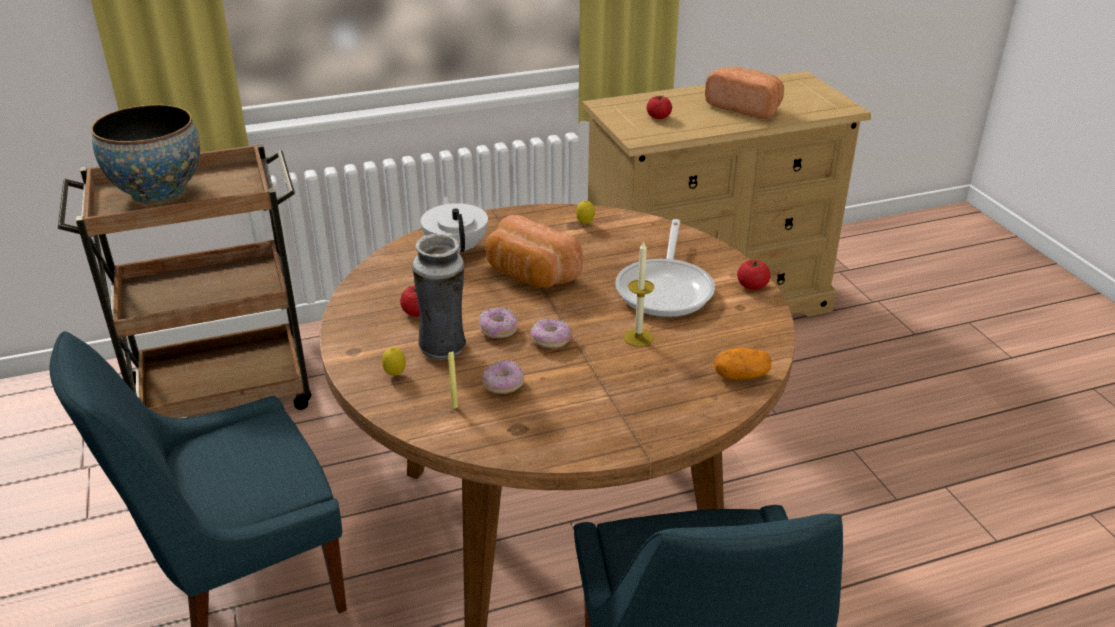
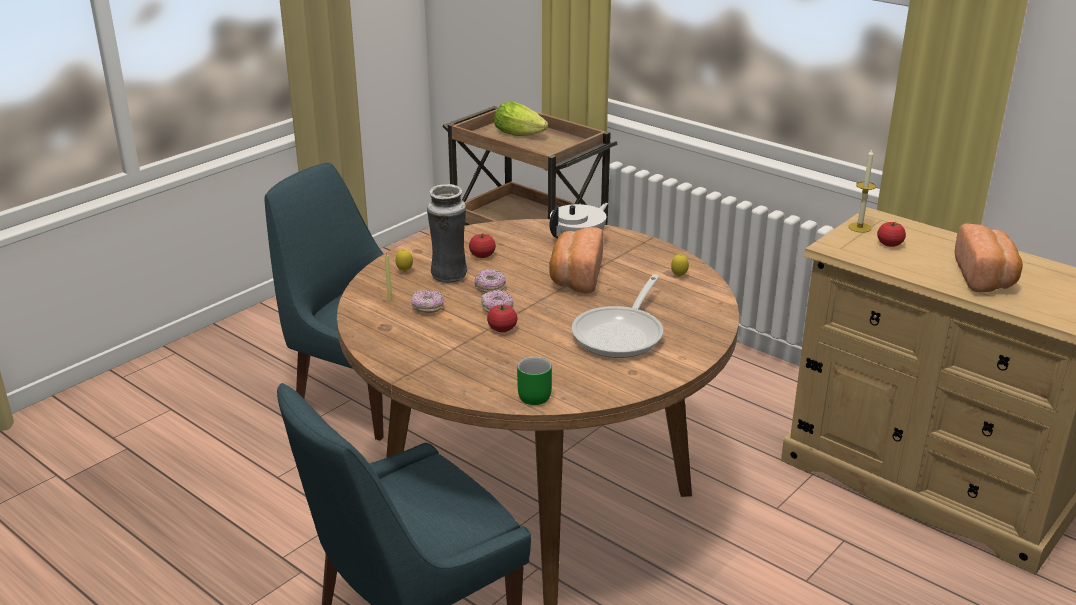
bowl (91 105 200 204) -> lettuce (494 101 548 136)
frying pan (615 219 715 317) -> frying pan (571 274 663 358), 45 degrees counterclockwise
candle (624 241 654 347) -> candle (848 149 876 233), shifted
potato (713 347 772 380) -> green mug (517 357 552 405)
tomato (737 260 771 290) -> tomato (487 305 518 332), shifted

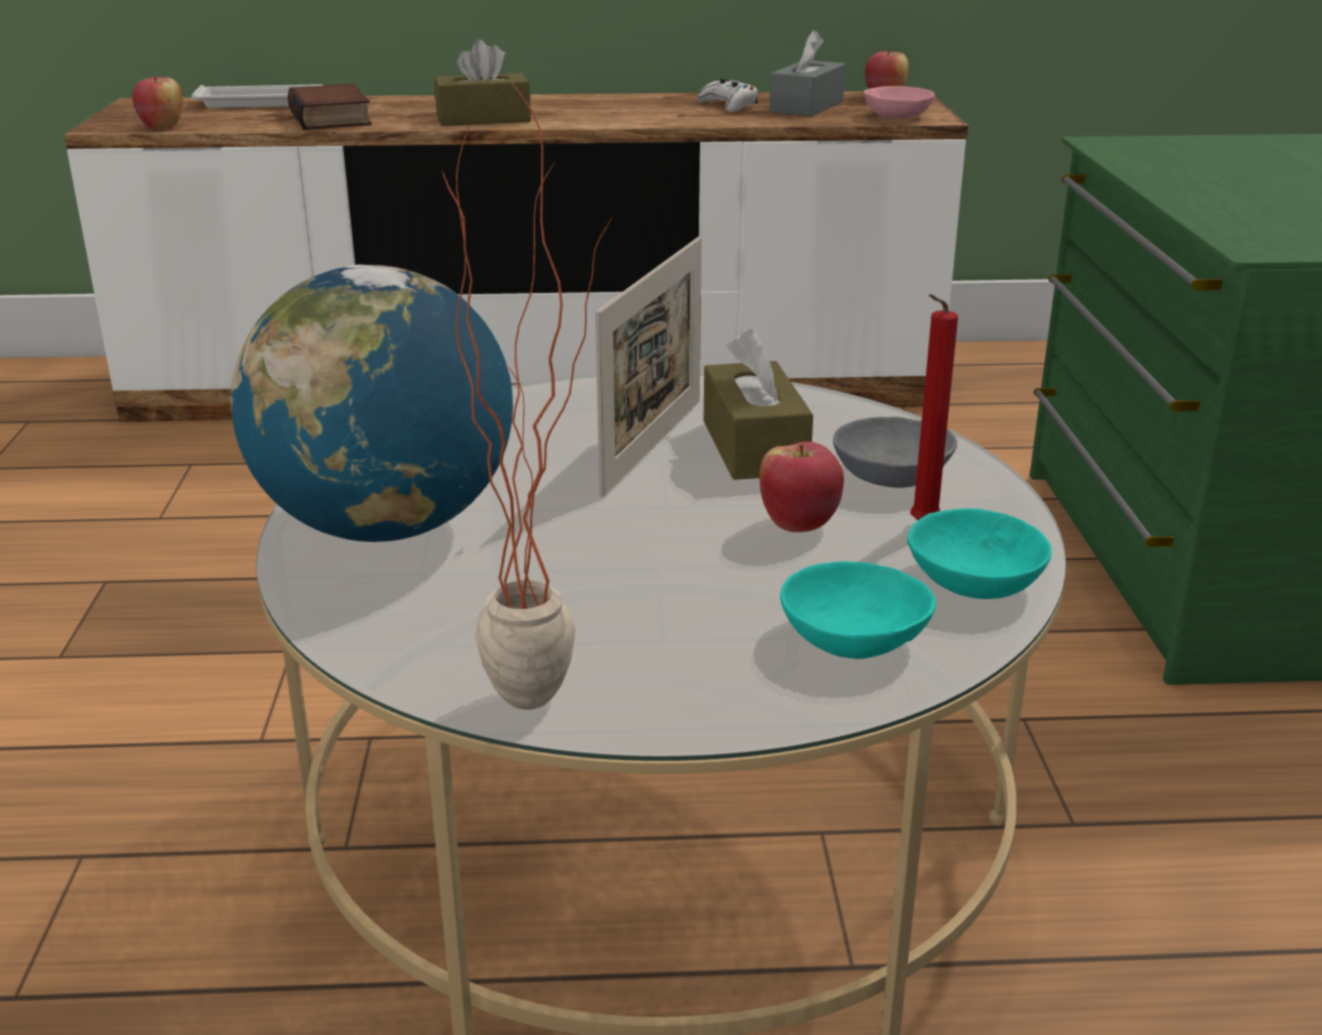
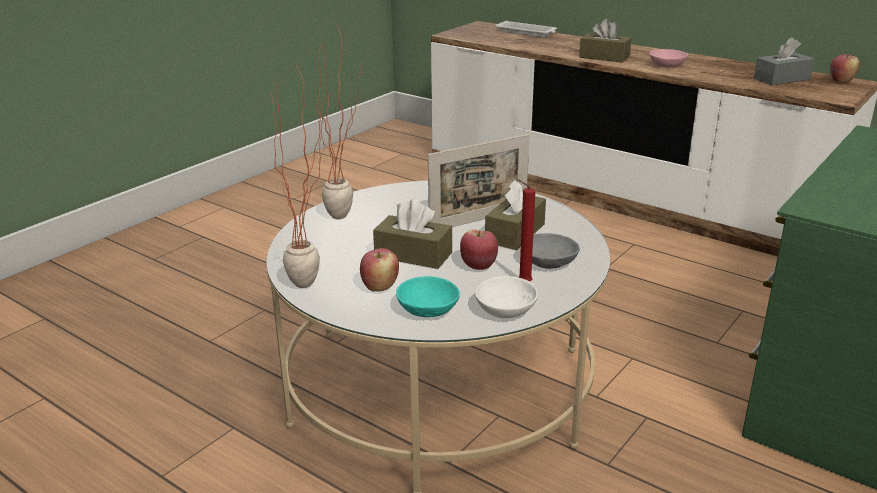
apple (132 76 183 130) -> apple (360 248 399 292), shifted
globe (231 265 513 542) -> potted plant (314 28 366 219)
book (288 84 372 130) -> none
white game controller (697 79 758 113) -> none
pink bowl (864 86 935 118) -> pink bowl (649 49 688 67), shifted
turquoise bowl (907 508 1052 599) -> white bowl (475 276 538 318)
none -> brown tissue box (373 199 452 269)

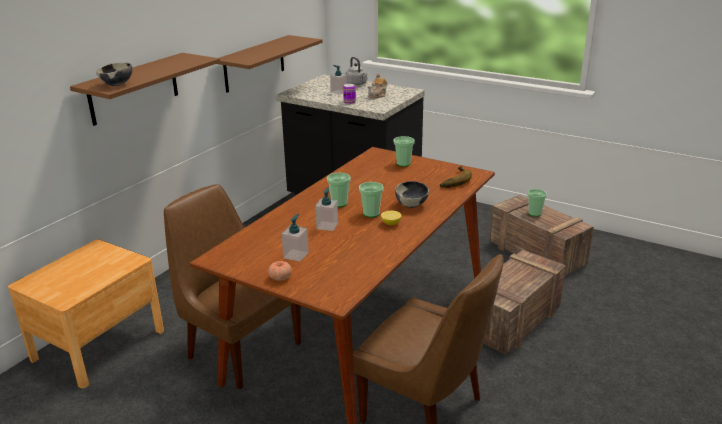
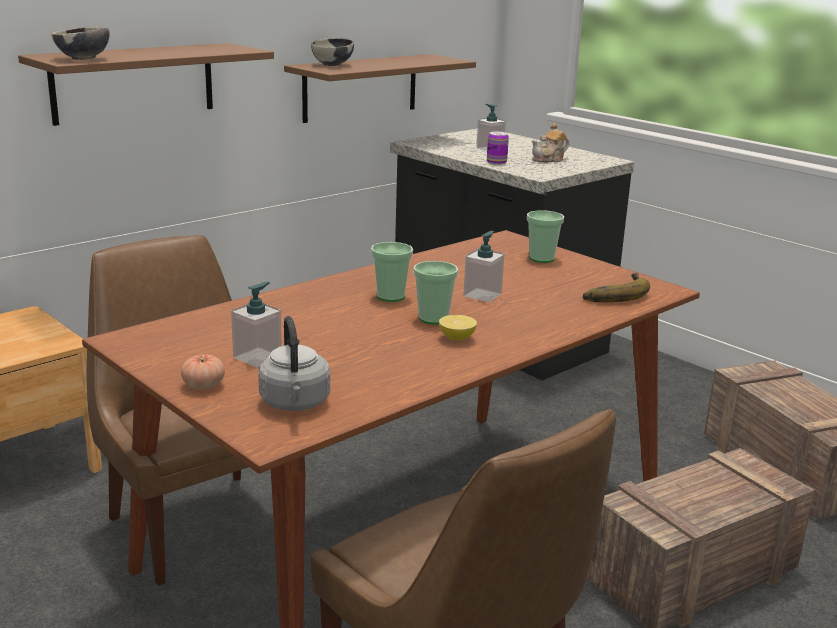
soap dispenser (315 187 338 231) -> soap dispenser (463 231 505 302), shifted
grey kettle (346 57 367 86) -> grey kettle (258 316 330 411), shifted
bowl (395 181 429 208) -> bowl (311 38 354 66), shifted
cup (527 189 547 216) -> none

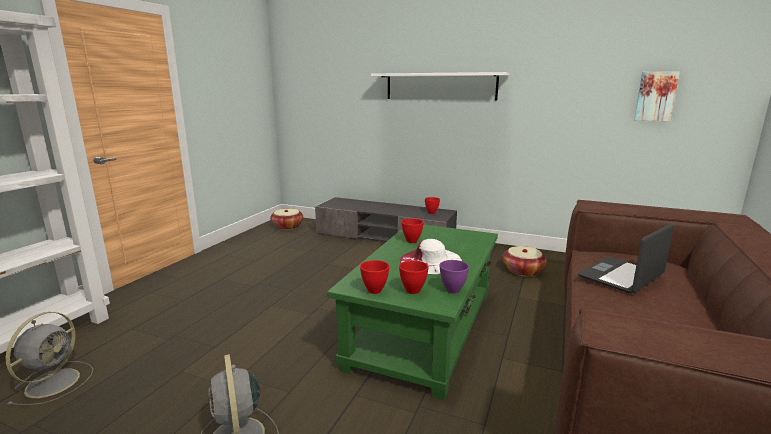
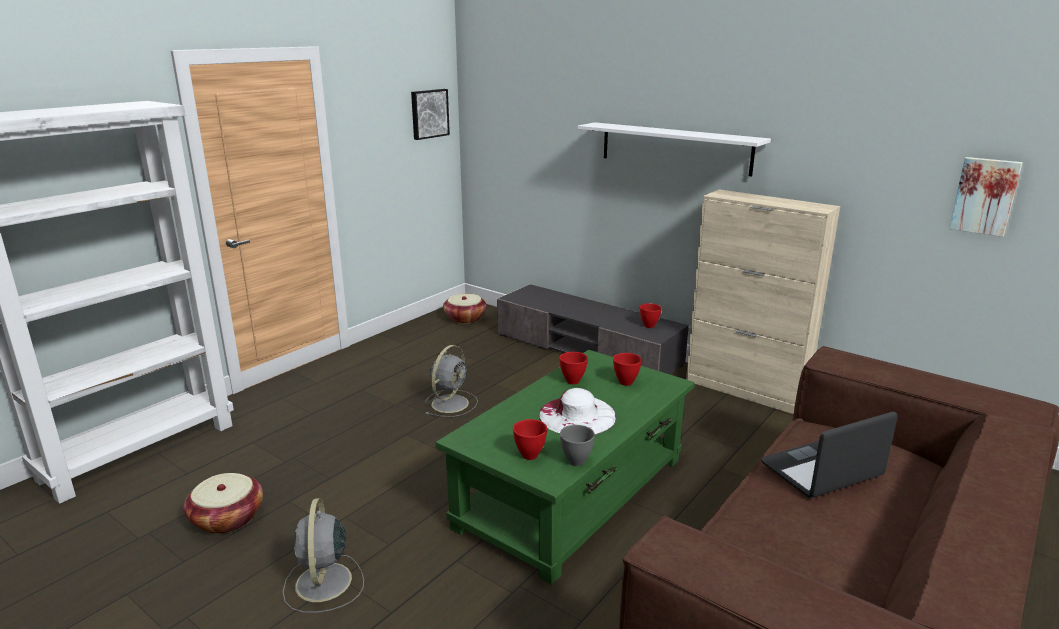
grey fan (5 312 93 405) -> grey fan (425 345 478 417), shifted
red bowl (360 260 389 294) -> red bowl (613 353 642 386), shifted
purple bowl (439 260 469 294) -> grey bowl (560 425 595 466)
basket (502 246 547 276) -> basket (184 473 263 534), shifted
none -> picture (411 89 450 140)
none -> beige cabinet (686 190 840 414)

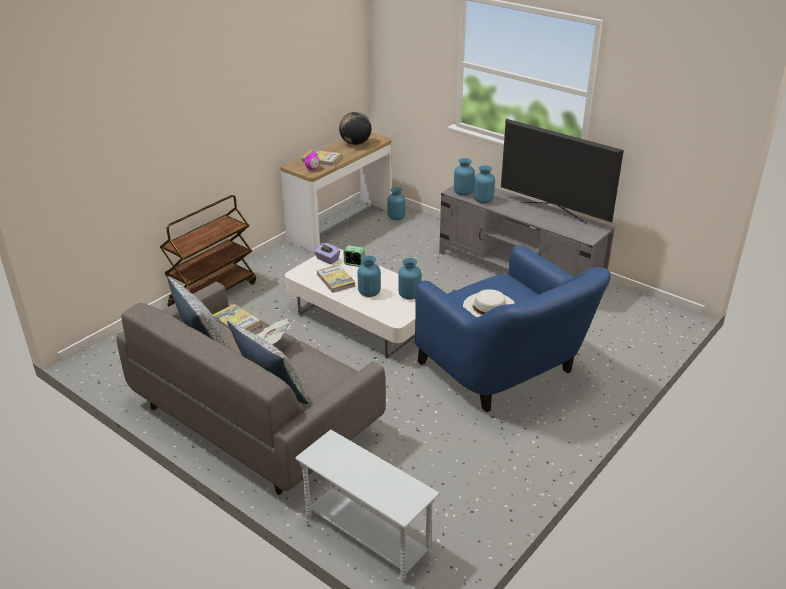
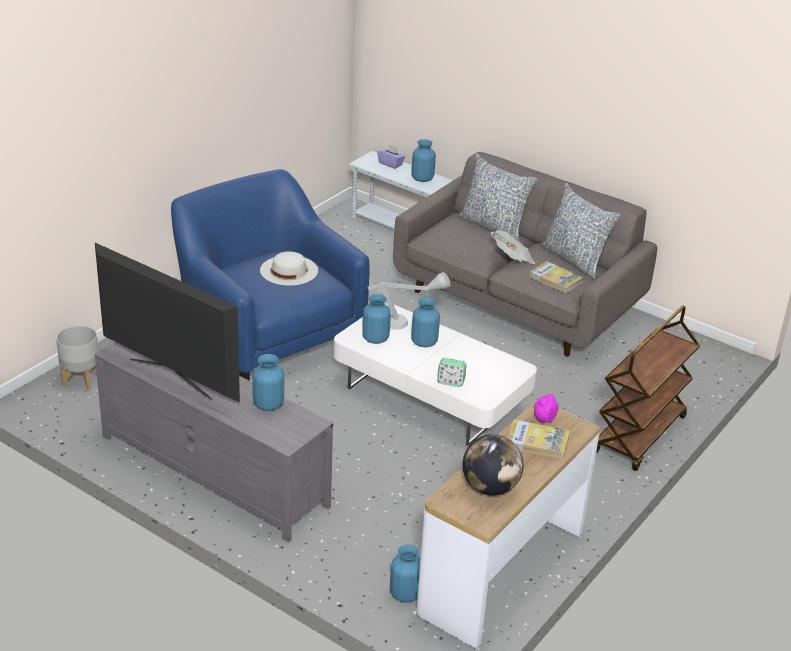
purple tissue box (314 243 340 264) -> purple tissue box (377 144 405 169), shifted
book (317 264 355 293) -> none
blue vase (454 158 475 196) -> blue vase (411 139 436 182), shifted
none -> grey planter (56 325 99 390)
none -> grey table lamp (368 272 450 330)

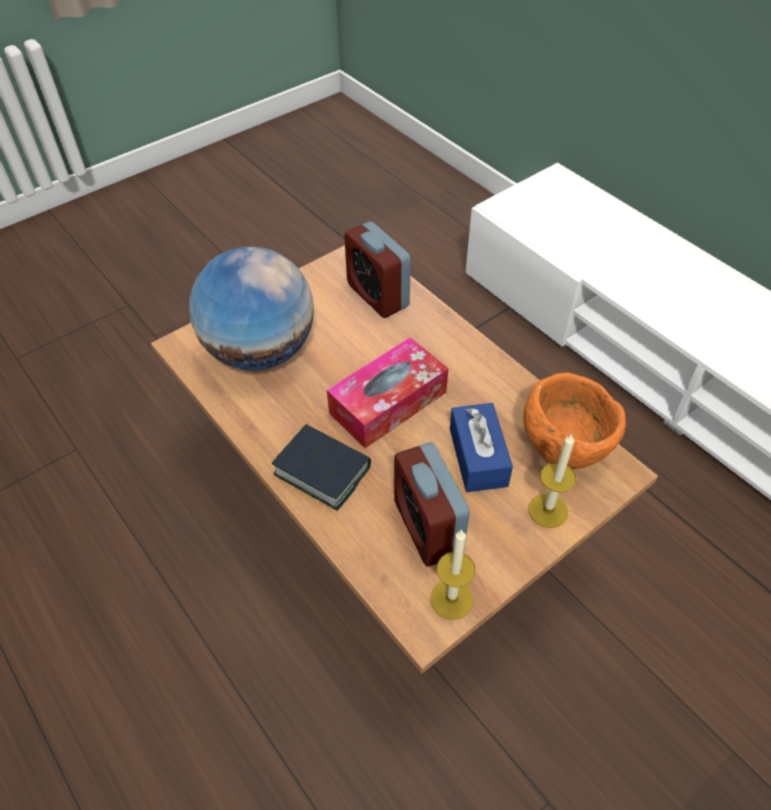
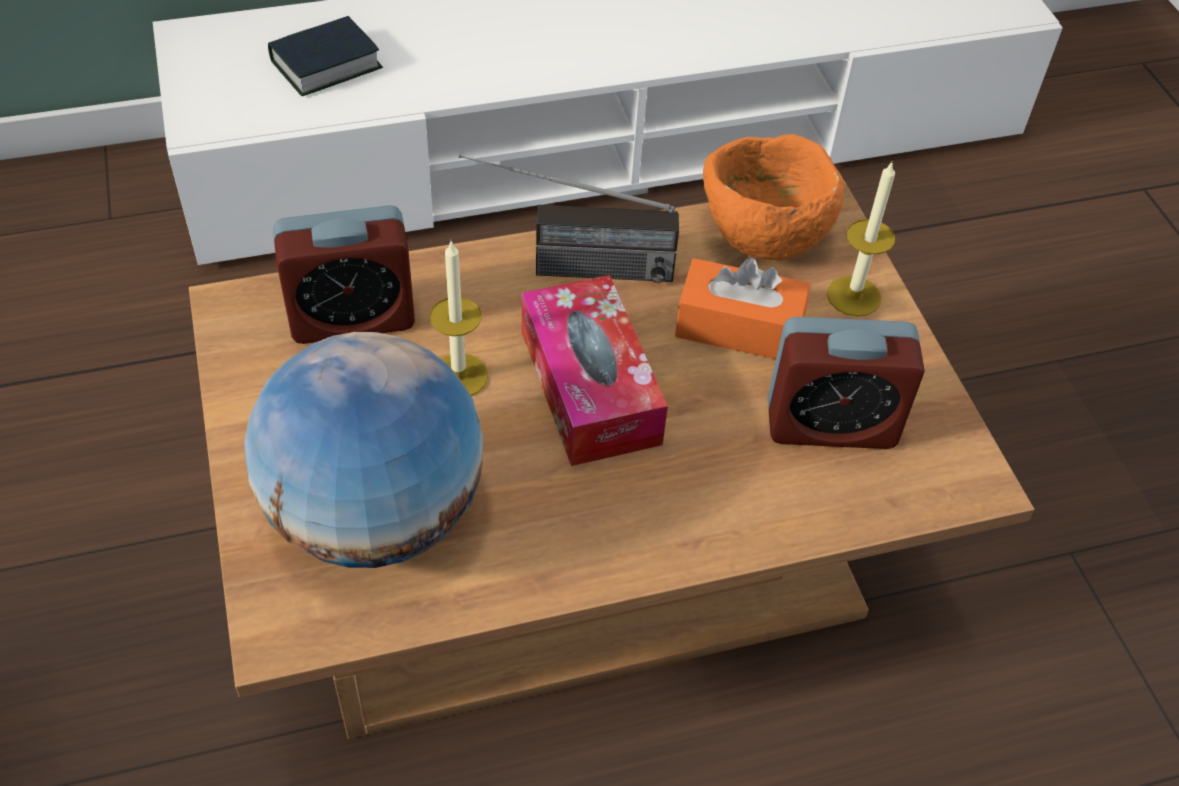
book (272 424 371 511) -> book (268 16 383 96), shifted
candle (430 529 476 620) -> candle (429 241 488 396), shifted
blue tissue box (450 403 513 492) -> orange tissue box (675 258 810 359)
none -> radio (459 154 679 283)

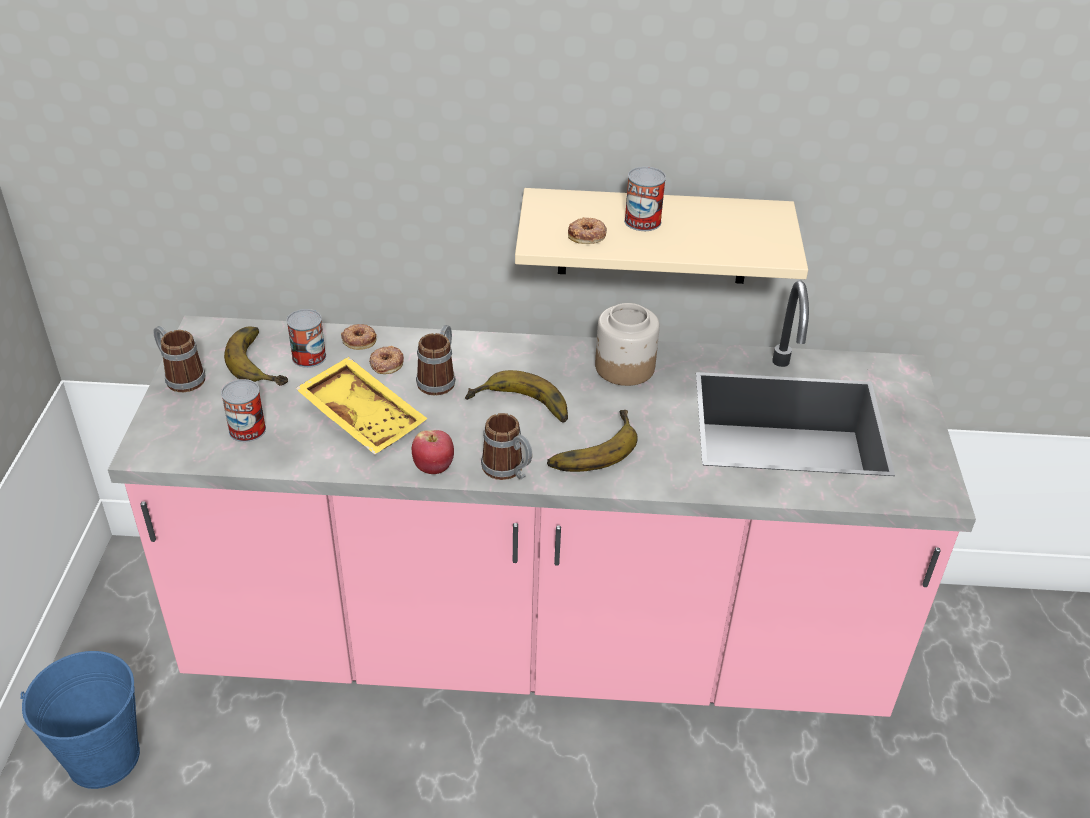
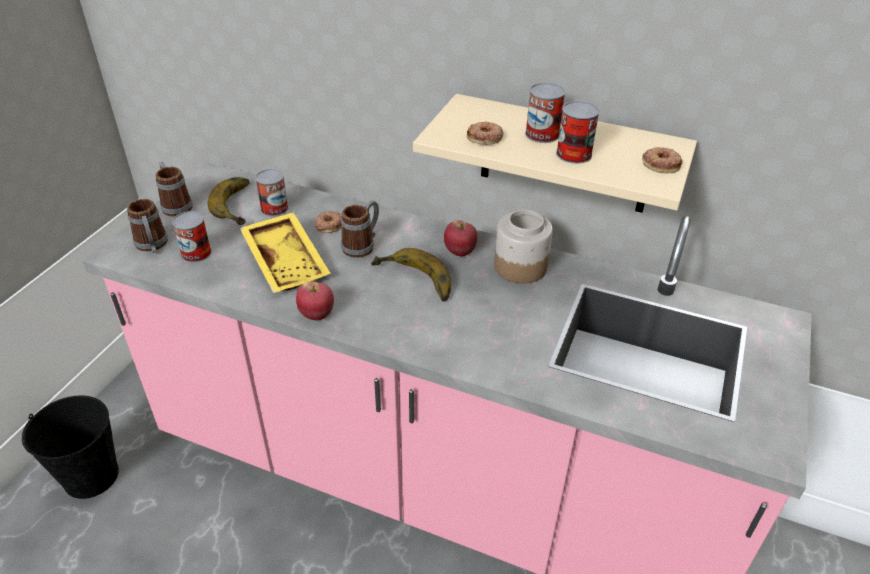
blue bucket (20 651 140 789) -> black bucket (22 395 119 499)
donut (341 324 377 350) -> donut (642 147 683 173), shifted
mug (481 413 532 480) -> mug (127 199 168 253), shifted
banana (547 410 638 472) -> none
none -> apple (444 220 478 256)
none -> can (556 101 600 164)

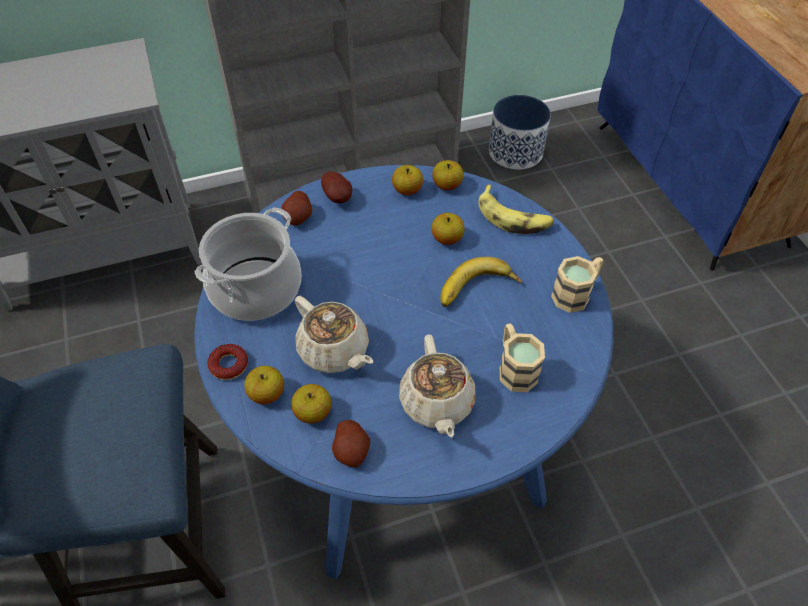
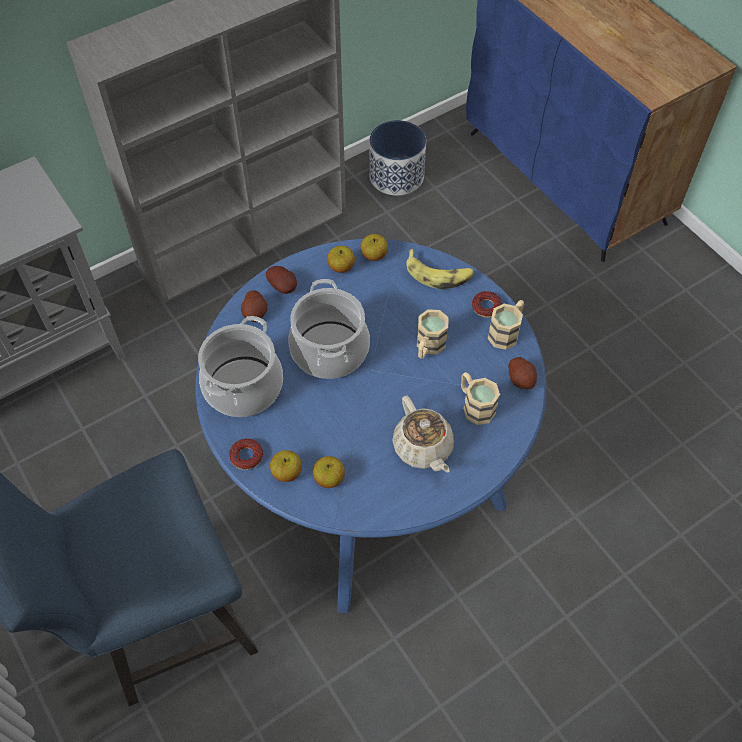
beige teapot (295 296 373 373) -> none
potato (332 420 370 468) -> potato (508 357 537 389), shifted
apple (431 213 465 245) -> none
banana (441 257 522 307) -> beige mug (417 309 449 359)
none -> cooking pot (288 279 370 379)
none -> donut (472 291 502 318)

